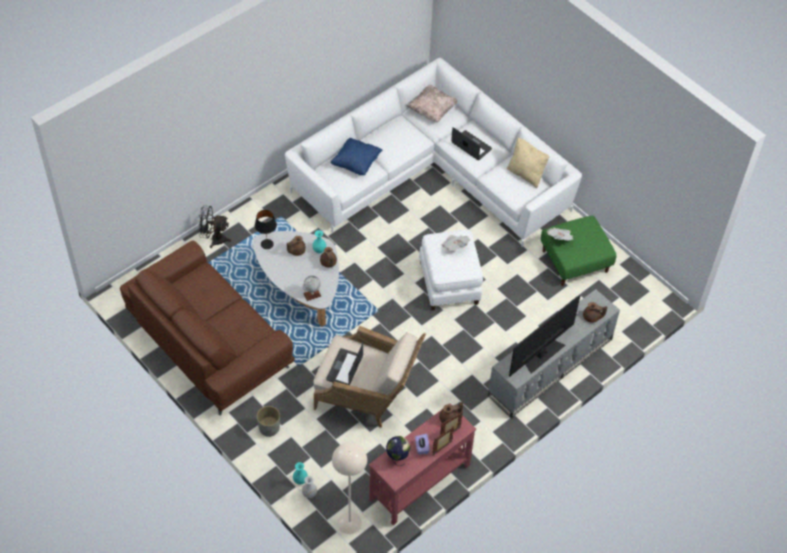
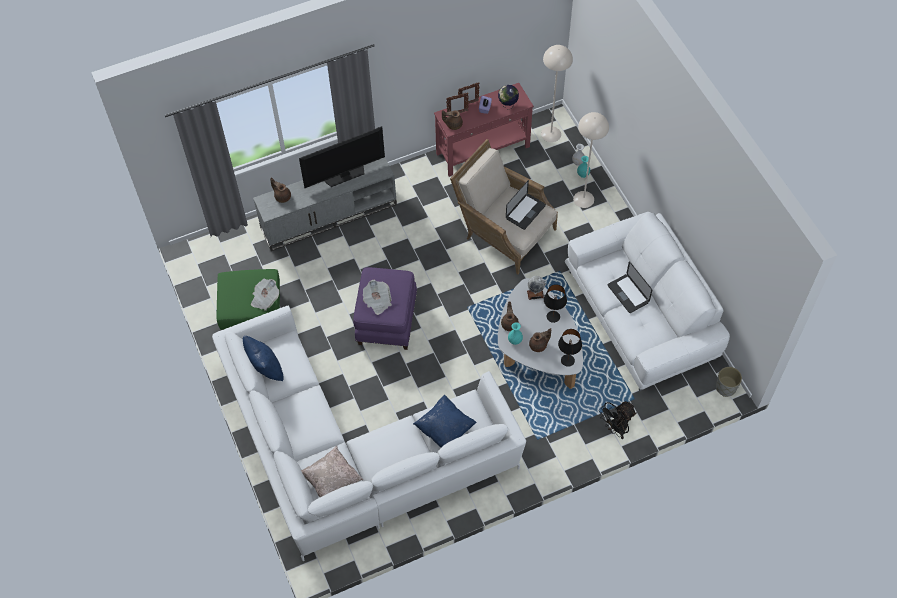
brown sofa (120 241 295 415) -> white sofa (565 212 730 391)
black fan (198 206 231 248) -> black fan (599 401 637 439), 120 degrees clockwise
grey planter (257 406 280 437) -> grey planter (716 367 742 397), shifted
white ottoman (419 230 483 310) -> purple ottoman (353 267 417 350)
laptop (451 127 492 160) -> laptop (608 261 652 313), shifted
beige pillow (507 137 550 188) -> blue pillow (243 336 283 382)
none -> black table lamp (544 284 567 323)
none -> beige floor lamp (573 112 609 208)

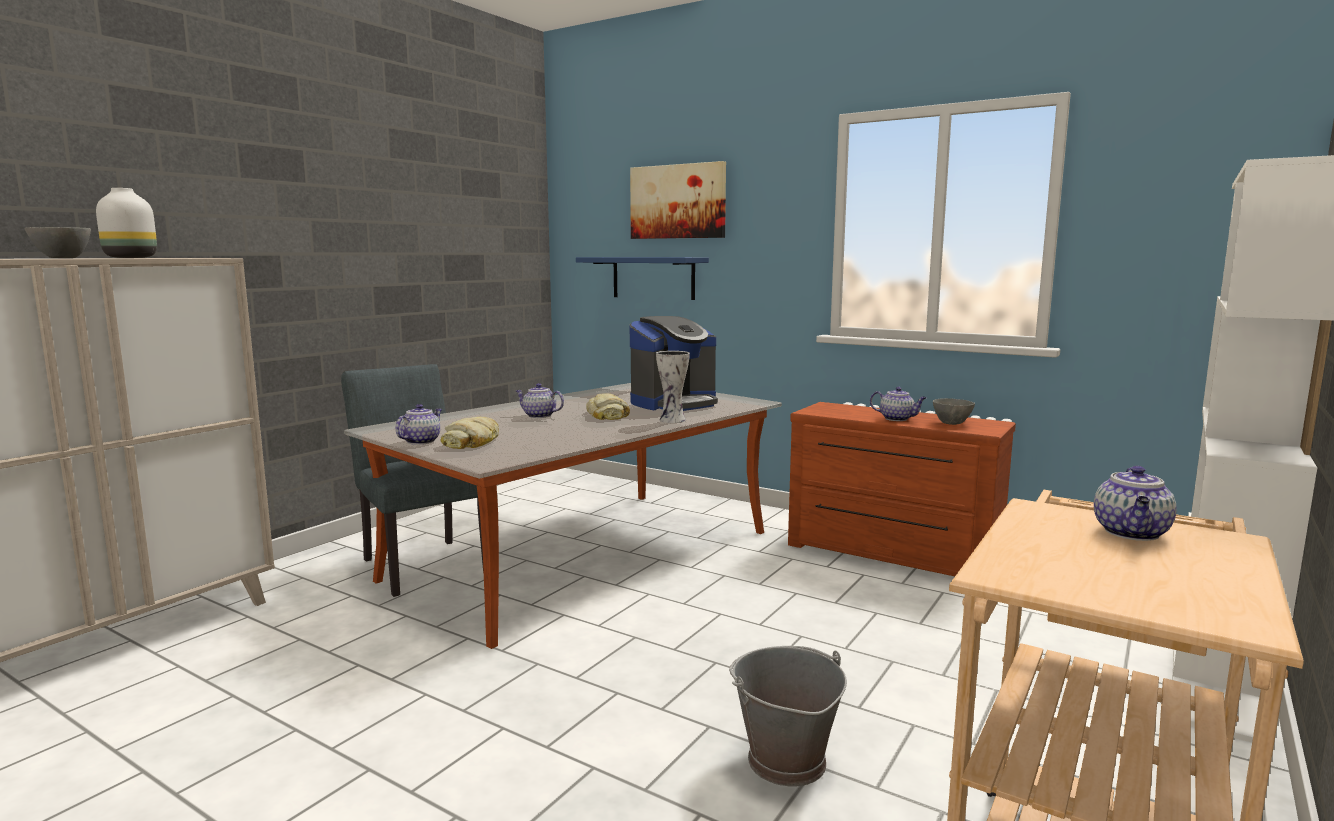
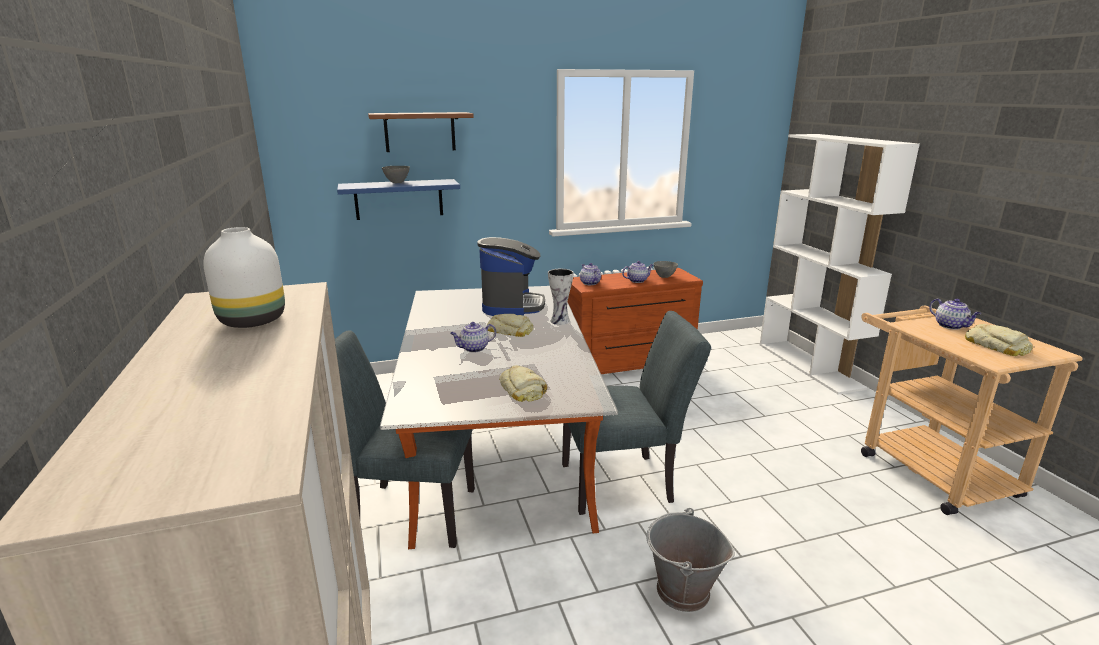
grey bowl (24 227 91 258) -> grey bowl (382 166 410 183), shifted
teapot (395 404 442 445) -> teapot (580 263 601 285), shifted
picture (630 161 726 239) -> brown shelf (368 112 474 152)
grey bucket (729 646 847 787) -> grey bucket (646 508 735 612), shifted
none -> grey chair (562 311 711 515)
none -> bread (965 324 1033 356)

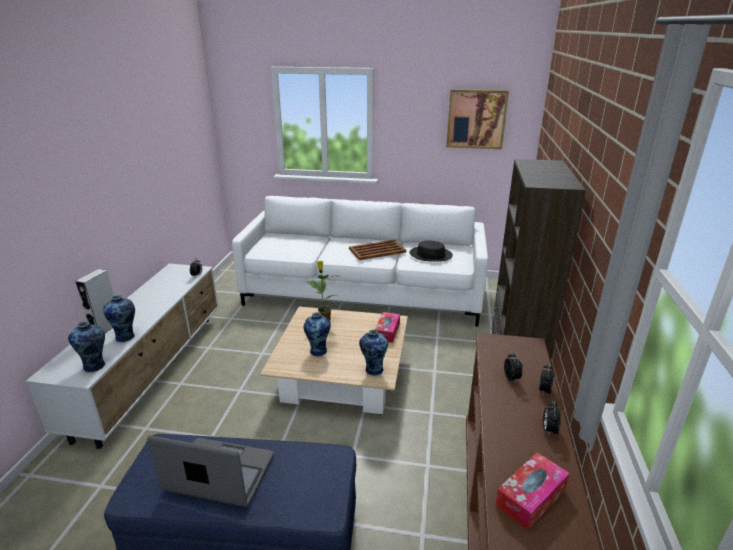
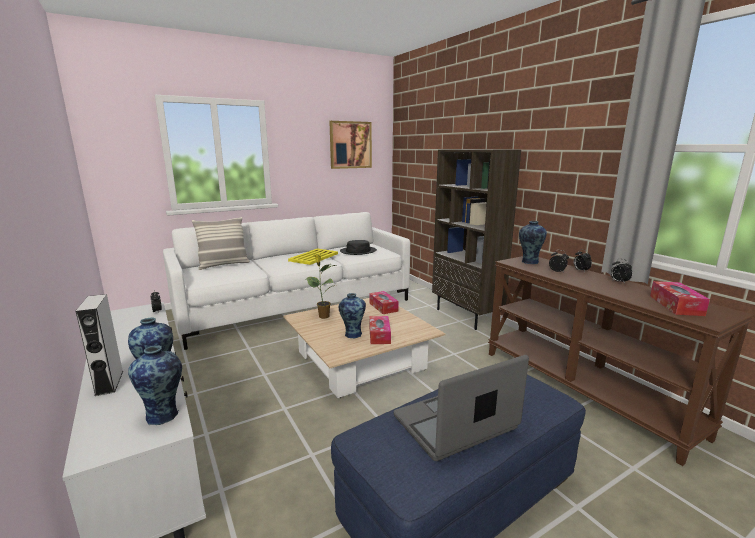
brown tray (349 240 406 260) -> yellow tray (288 249 338 265)
vase (359 330 388 376) -> vase (519 221 547 264), shifted
none -> pillow (192 217 250 270)
none -> tissue box (369 316 391 344)

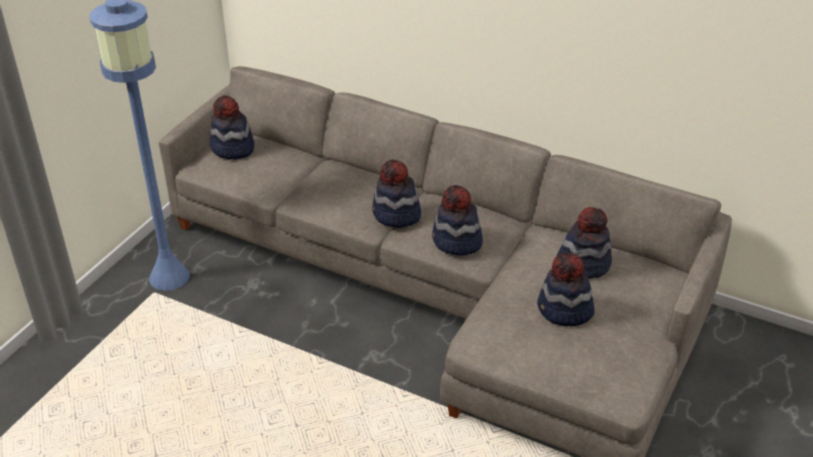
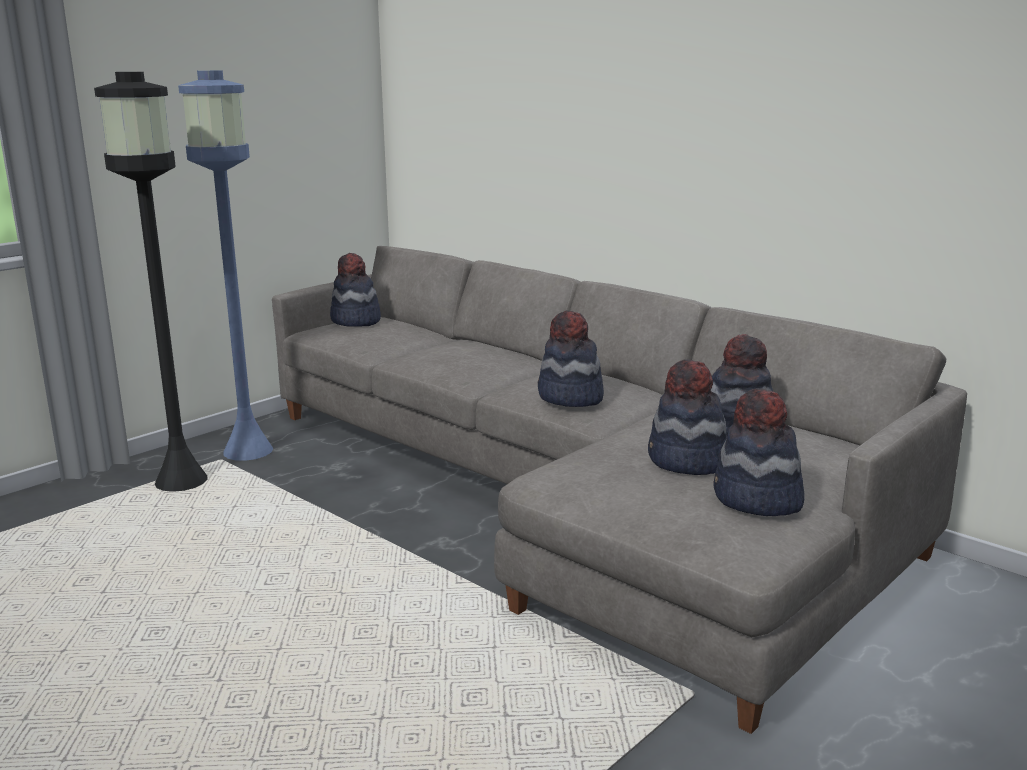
hat (372 160 421 227) -> hat (713 388 805 516), shifted
none -> black floor lamp (94 72 207 492)

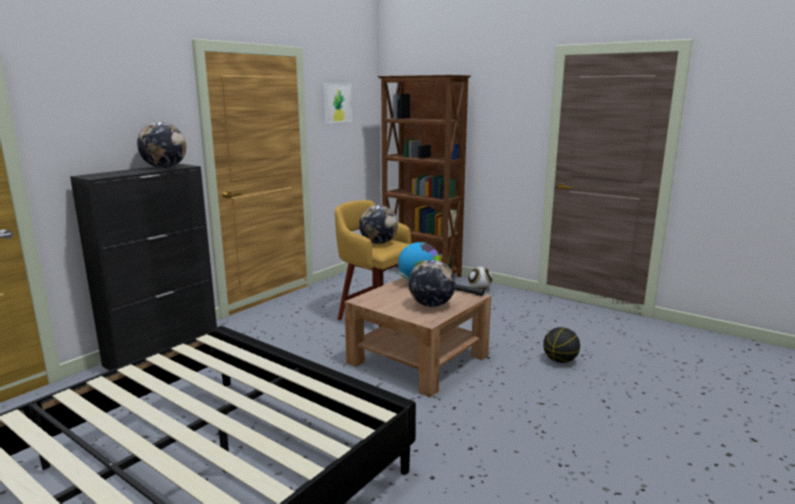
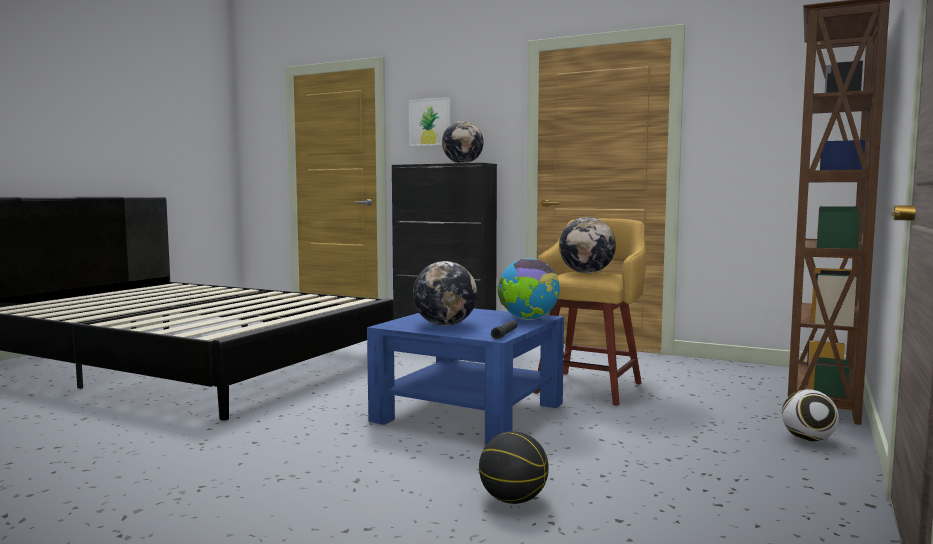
picture (323 83 352 123) -> picture (409 97 451 147), shifted
brown coffee table (345 277 491 397) -> blue coffee table (367 308 564 445)

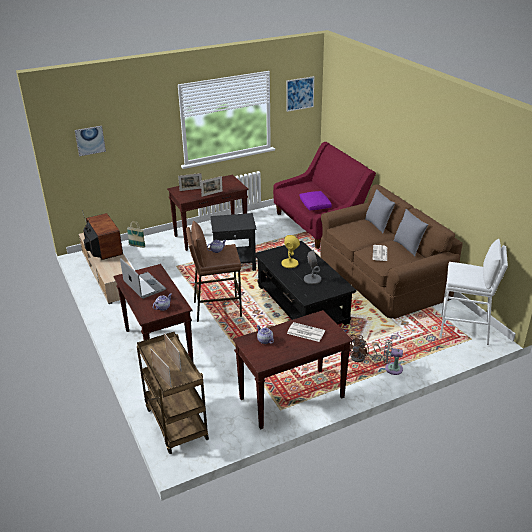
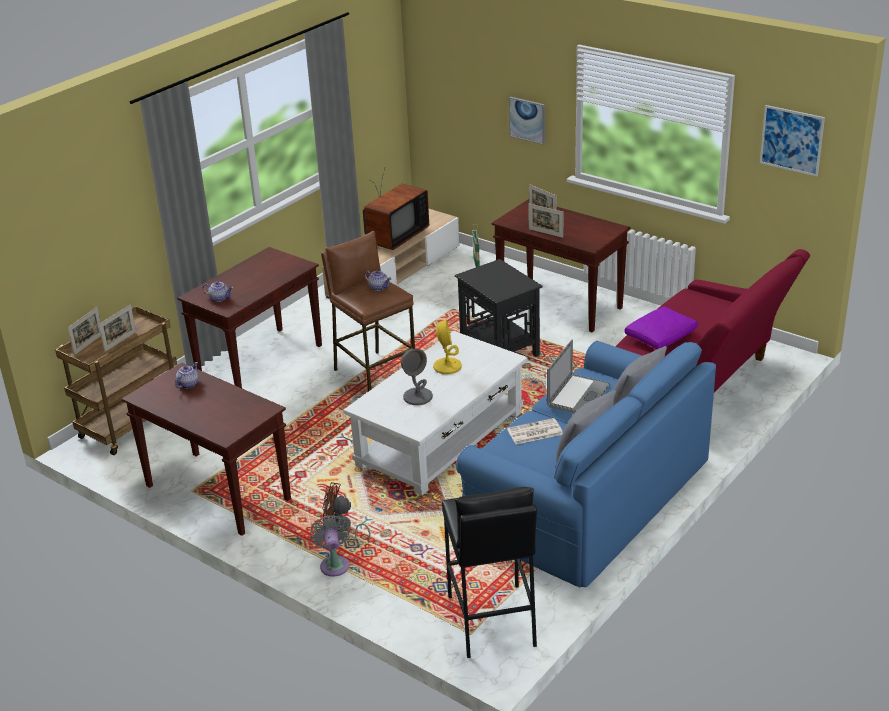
picture (75 126 106 156) -> picture (509 97 545 145), shifted
laptop (120 258 166 299) -> laptop (547 339 611 413), shifted
black coffee table (254 241 356 325) -> white coffee table (343 331 528 495)
newspaper (287 322 325 342) -> none
brown sofa (320 184 463 319) -> blue sofa (456 341 716 587)
white stool (440 239 508 345) -> black stool (442 487 537 658)

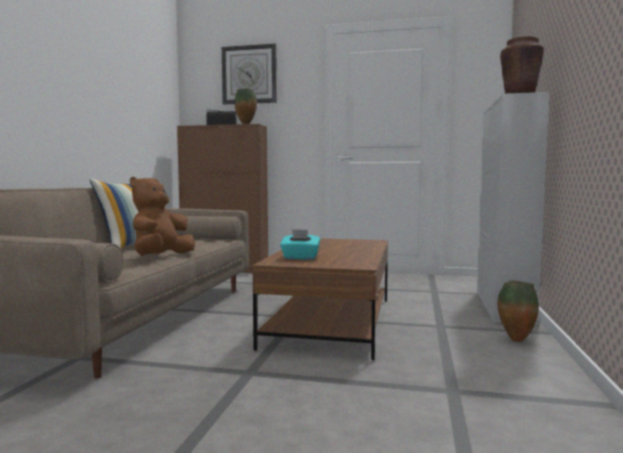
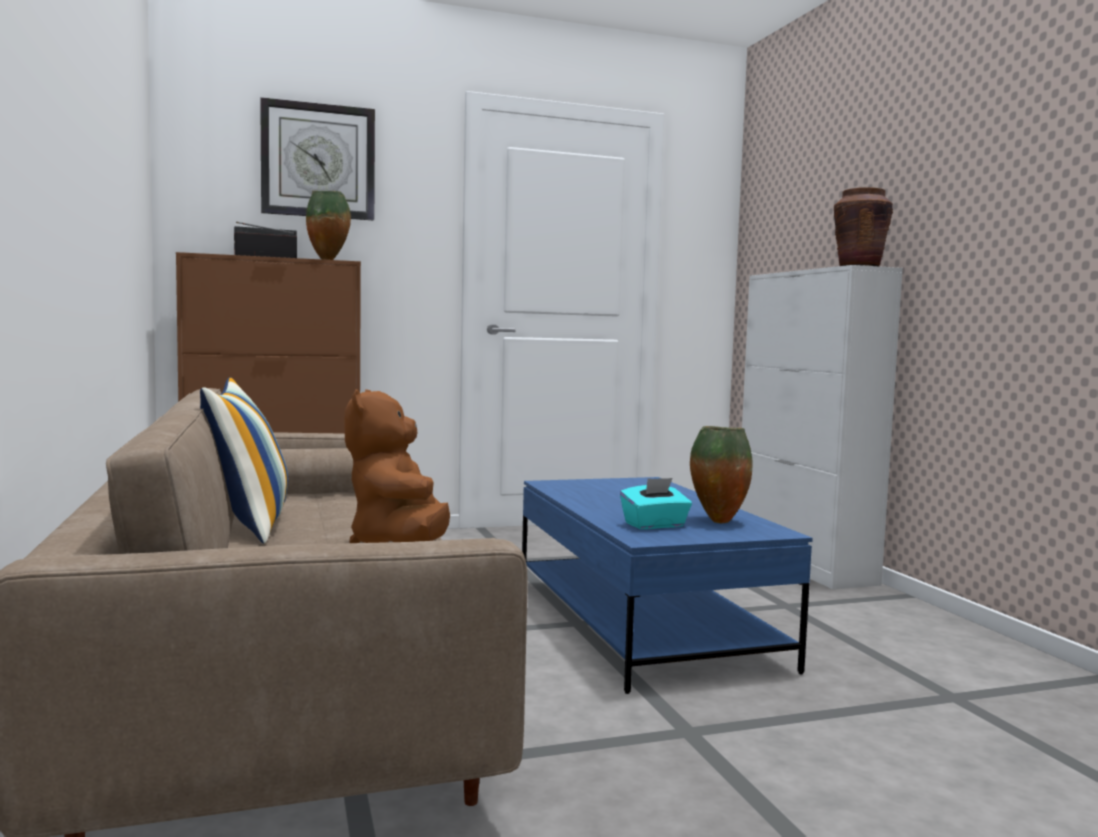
brown coffee table (253 238 388 360) -> blue coffee table (522 477 813 694)
vase (498 280 539 342) -> vase (690 426 753 523), shifted

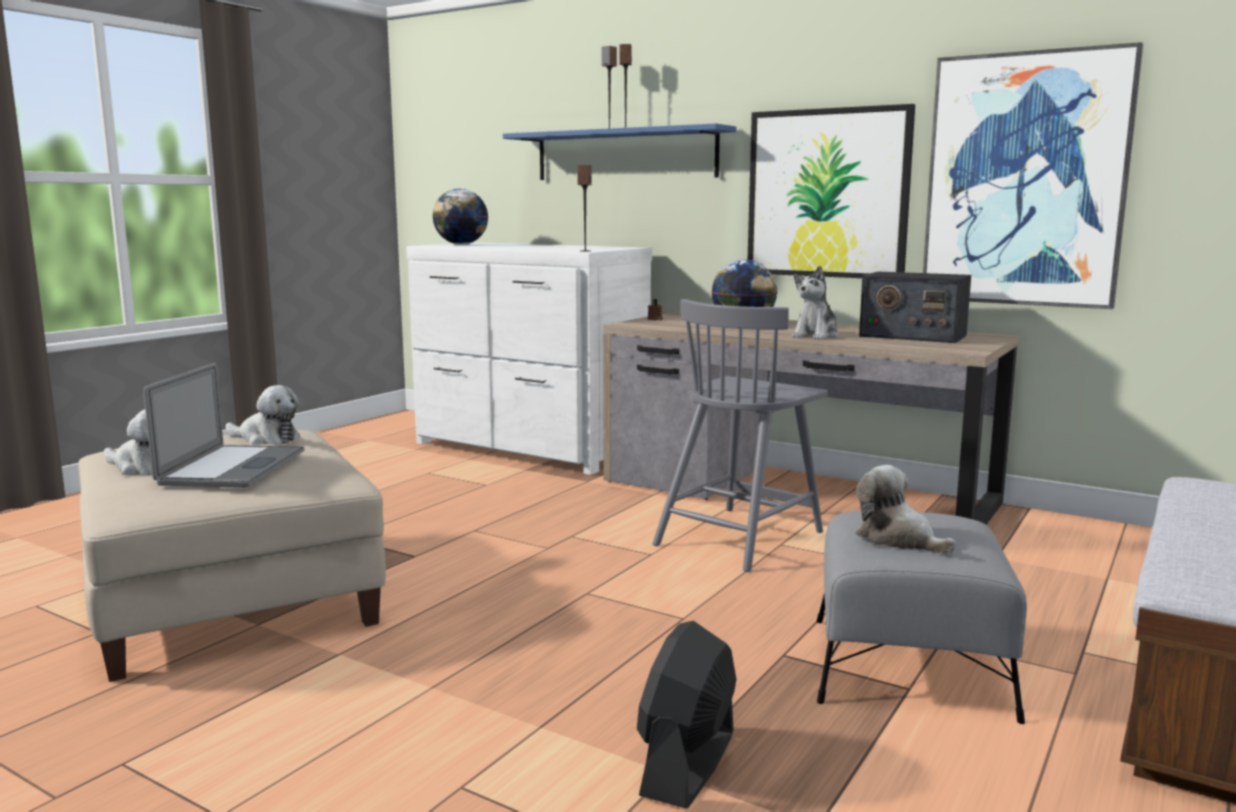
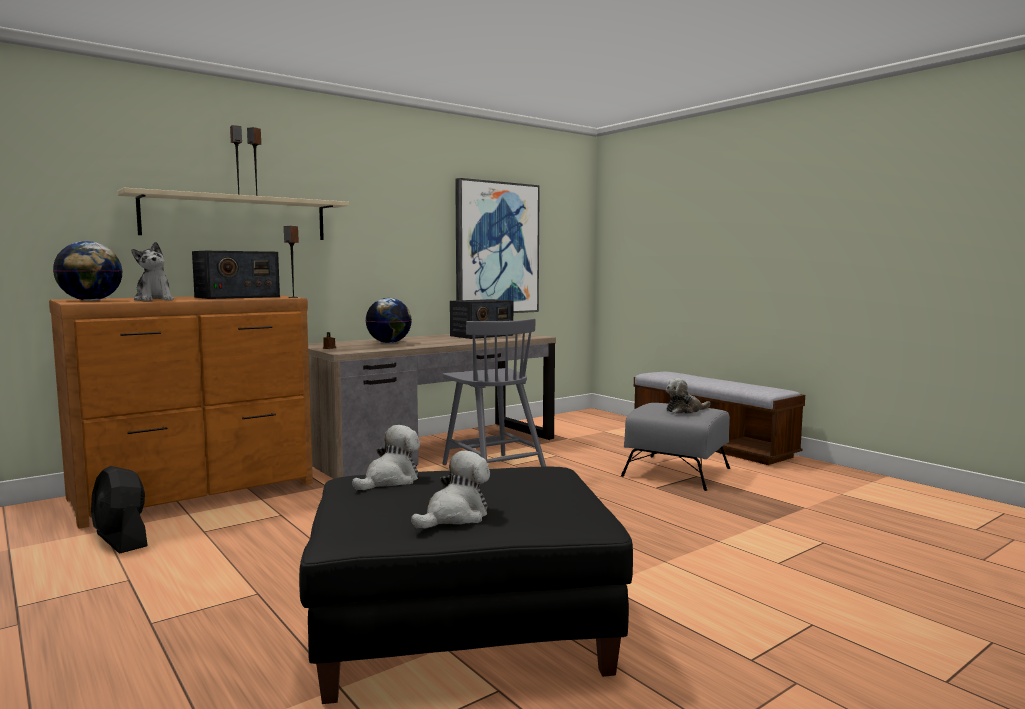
beige ottoman (78 430 386 682) -> black ottoman (299 466 633 704)
laptop (143 363 305 488) -> none
white dresser (406 242 652 475) -> brown dresser (49 295 313 529)
blue shelf (503 123 736 180) -> beige shelf (117 188 349 240)
black fan (637 621 736 809) -> black fan (91 466 148 554), shifted
picture (748 104 915 278) -> none
plush toy (792 266 839 339) -> plush toy (131 242 174 301), shifted
none -> radio (192 251 280 299)

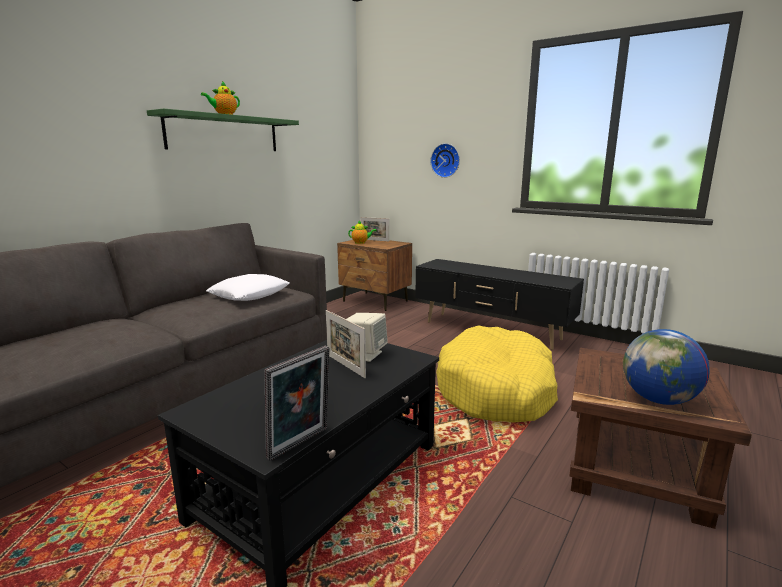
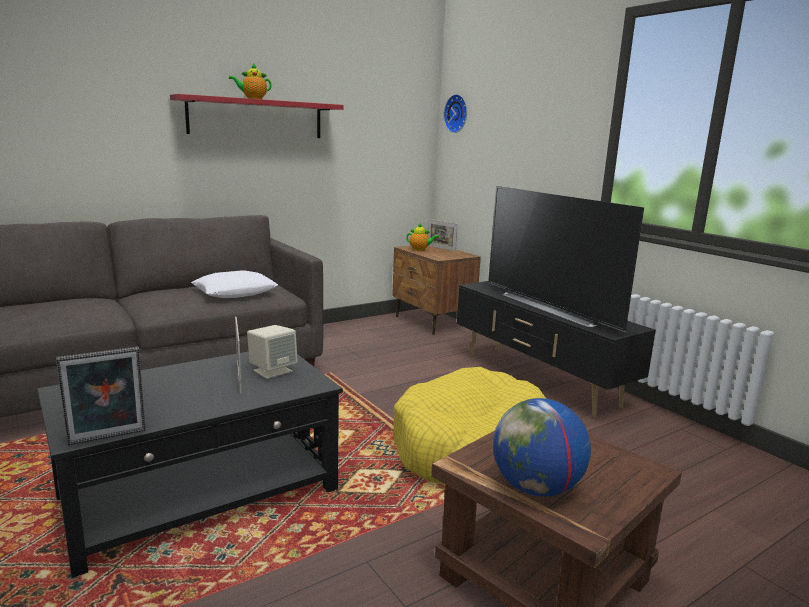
green shelf (147 109 299 151) -> red shelf (170 94 344 138)
wall clock (431 143 460 178) -> wall clock (444 94 467 133), shifted
none -> television (488 186 644 332)

